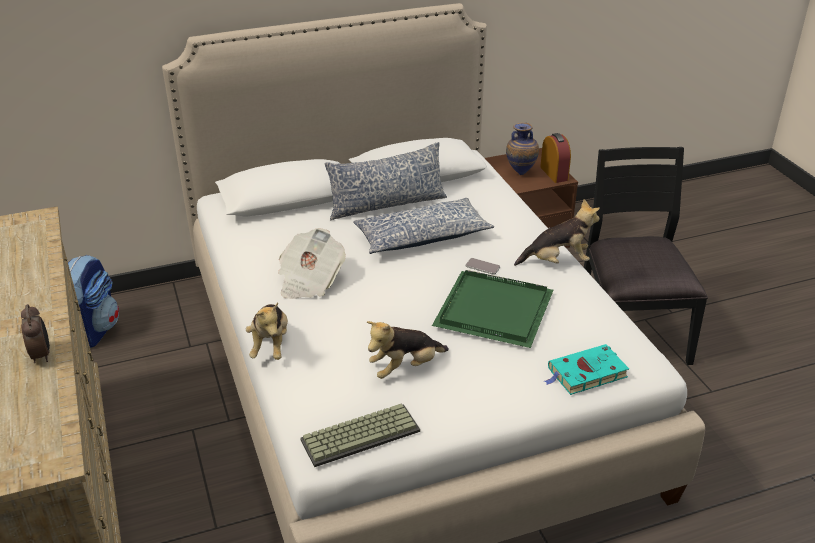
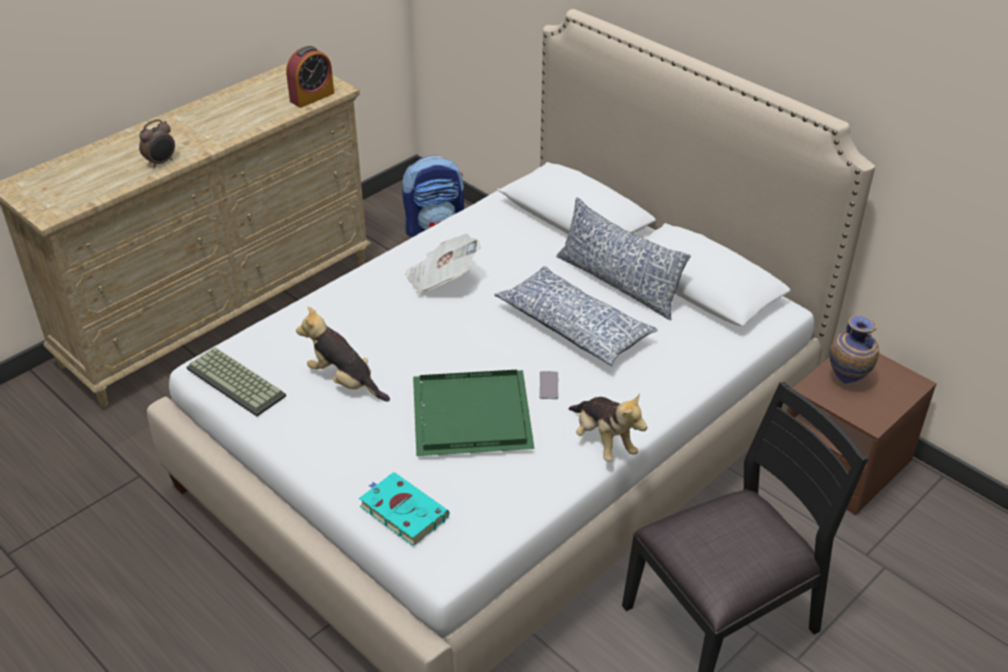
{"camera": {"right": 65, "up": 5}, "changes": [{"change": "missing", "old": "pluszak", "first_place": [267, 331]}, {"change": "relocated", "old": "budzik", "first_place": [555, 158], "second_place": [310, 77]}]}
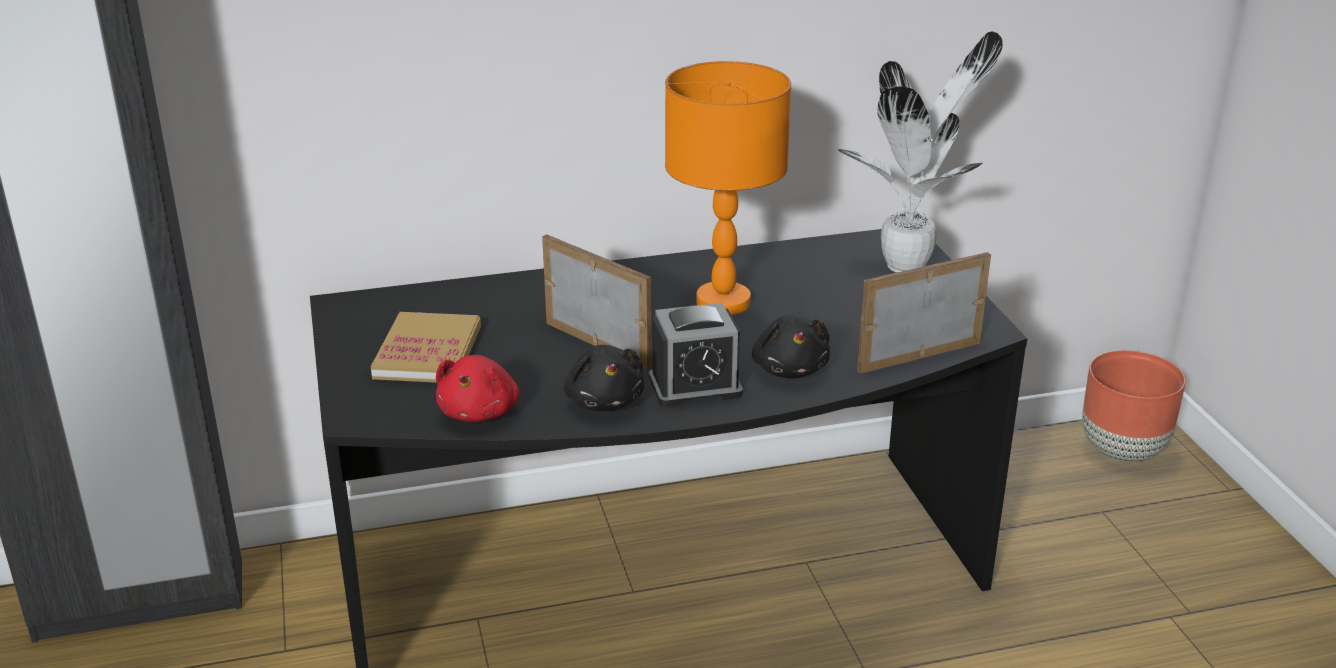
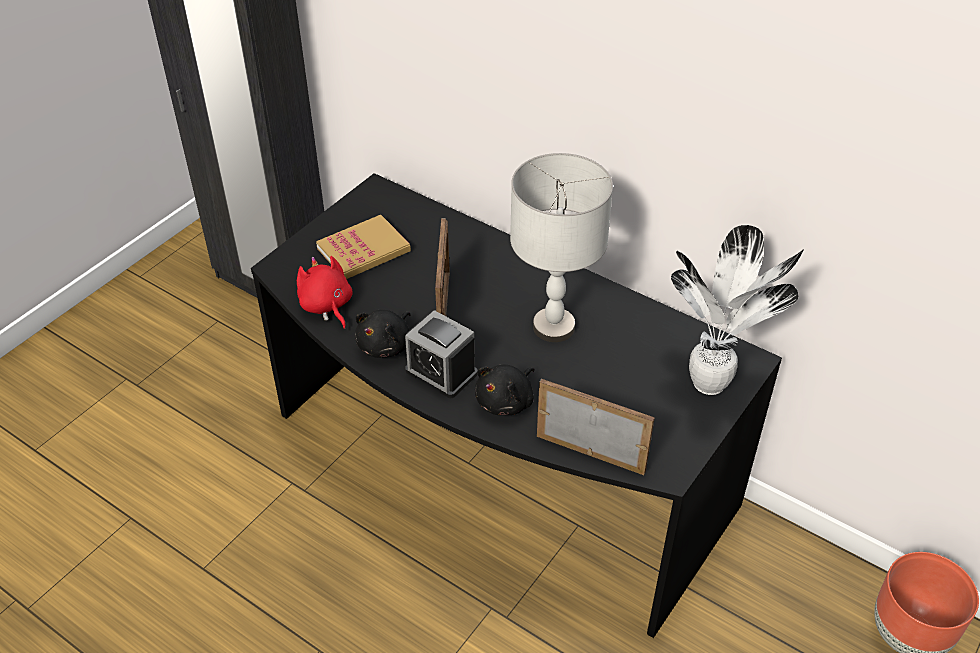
{"camera": {"right": 50, "up": 15}, "changes": [{"change": "spun", "old": "pluszak/czerwony", "first_place": [477, 388], "second_place": [325, 292], "degrees": 90}, {"change": "colour", "old": "lampa stołowa/pomarańczowy", "new": "lampa stołowa/szary", "first_place": [728, 188], "second_place": [561, 247]}]}
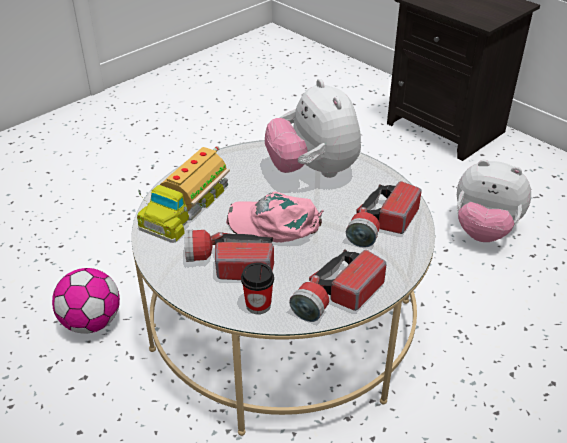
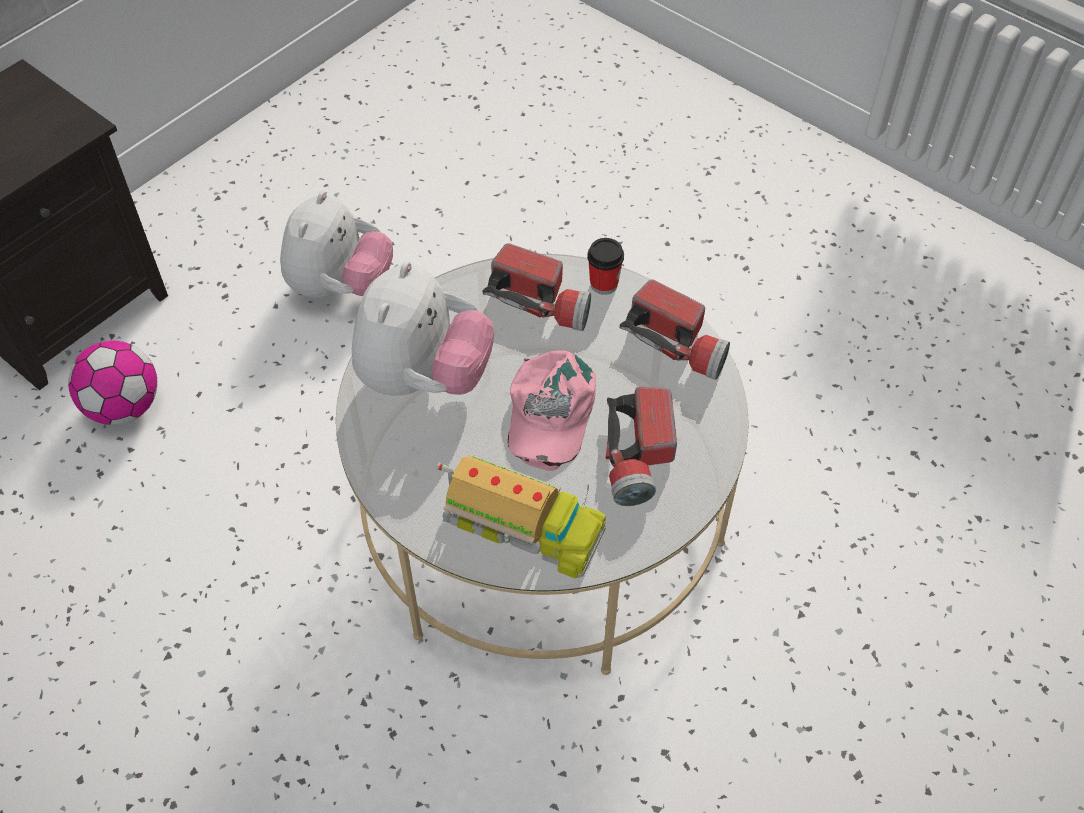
{"camera": {"right": -95, "up": 15}, "changes": [{"change": "relocated", "old": "piłka futbolowa", "first_place": [86, 301], "second_place": [112, 382]}, {"change": "relocated", "old": "filiżanka", "first_place": [257, 288], "second_place": [605, 266]}, {"change": "spun", "old": "pluszak", "first_place": [313, 128], "second_place": [423, 328], "degrees": -45}]}
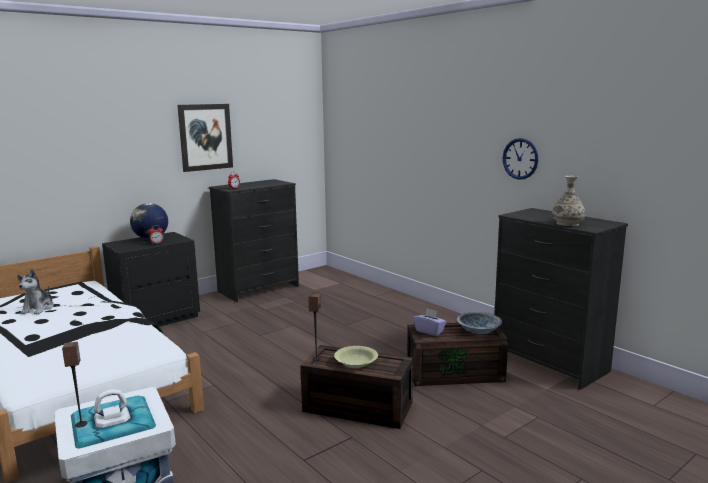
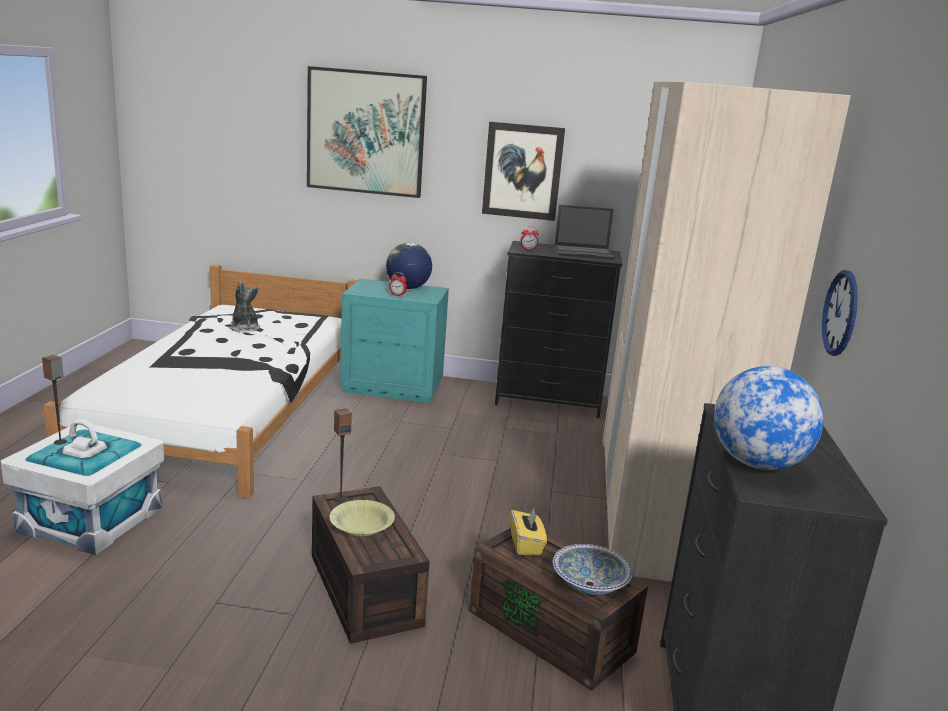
{"camera": {"right": 45, "up": 5}, "changes": [{"change": "spun", "old": "pluszak", "first_place": [35, 291], "second_place": [245, 306], "degrees": 105}, {"change": "colour", "old": "szafka nocna/czarny", "new": "szafka nocna/turkusowy", "first_place": [151, 279], "second_place": [394, 341]}, {"change": "colour", "old": "pudełko chusteczek/fioletowy", "new": "pudełko chusteczek/żółty", "first_place": [430, 322], "second_place": [528, 531]}, {"change": "exchanged", "old": "wazon", "new": "globus", "first_place": [569, 201], "second_place": [769, 418]}, {"change": "appeared", "new": "obraz", "second_place": [367, 132]}, {"change": "appeared", "new": "laptop", "second_place": [584, 232]}, {"change": "appeared", "new": "szafa/beżowy", "second_place": [727, 331]}]}
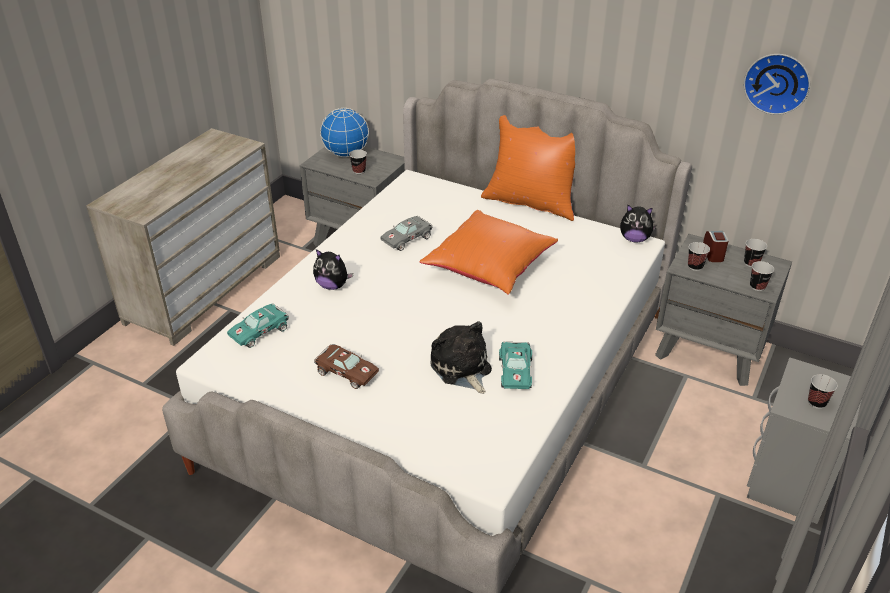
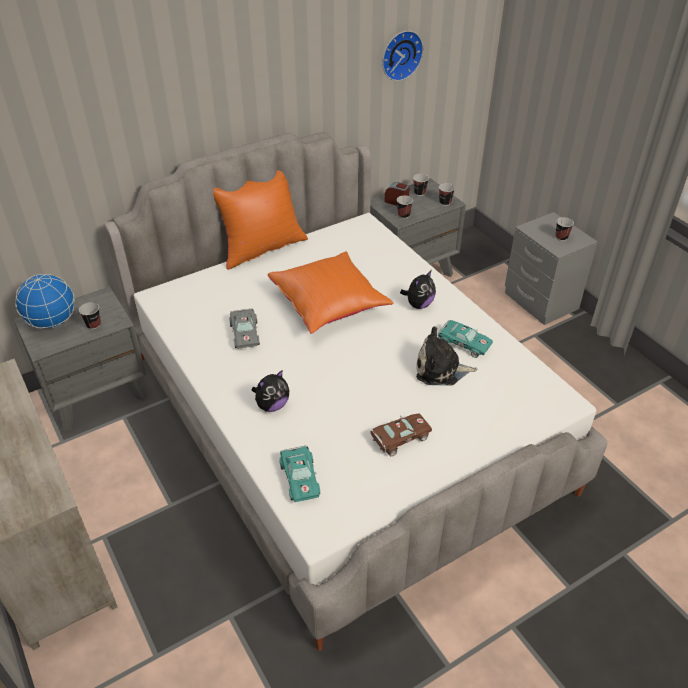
{"camera": {"right": -60, "up": 5}, "changes": [{"change": "relocated", "old": "pluszak", "first_place": [638, 224], "second_place": [418, 289]}]}
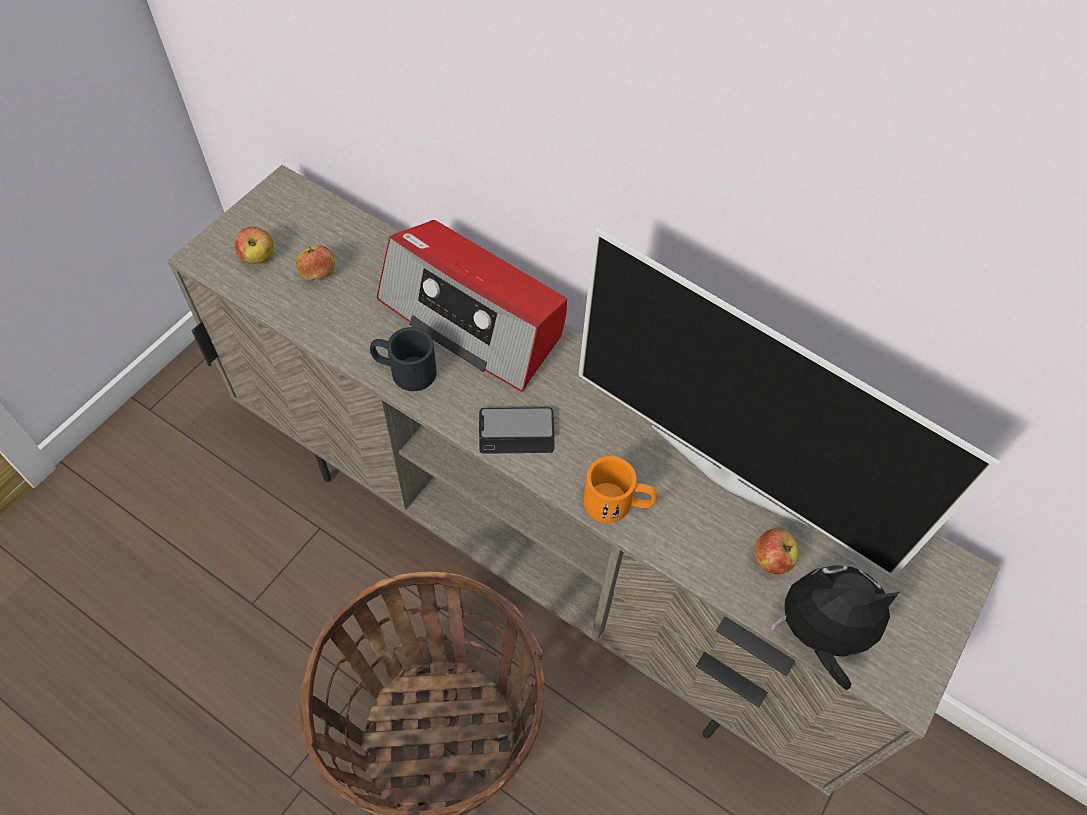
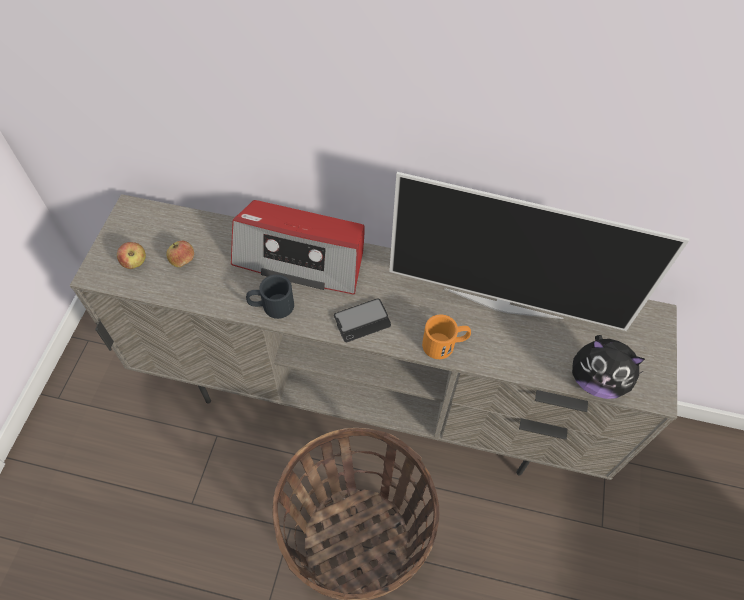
{"camera": {"right": -20, "up": 0}, "changes": [{"change": "missing", "old": "jabłko", "first_place": [776, 551]}, {"change": "spun", "old": "pluszak", "first_place": [835, 627], "second_place": [608, 367], "degrees": -150}]}
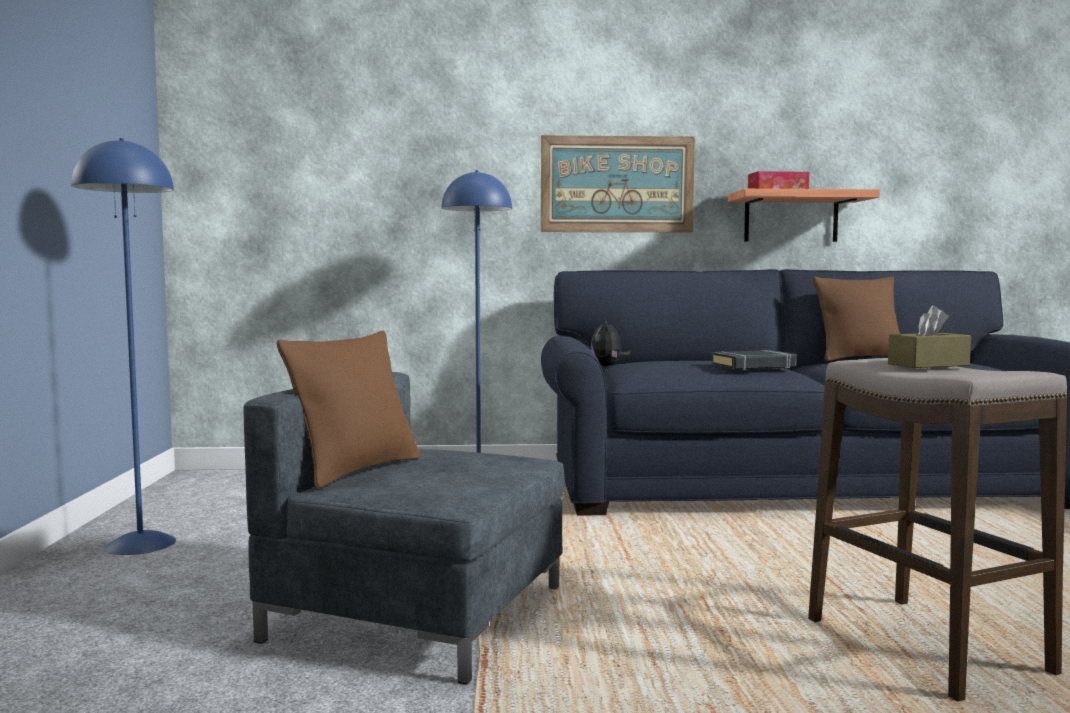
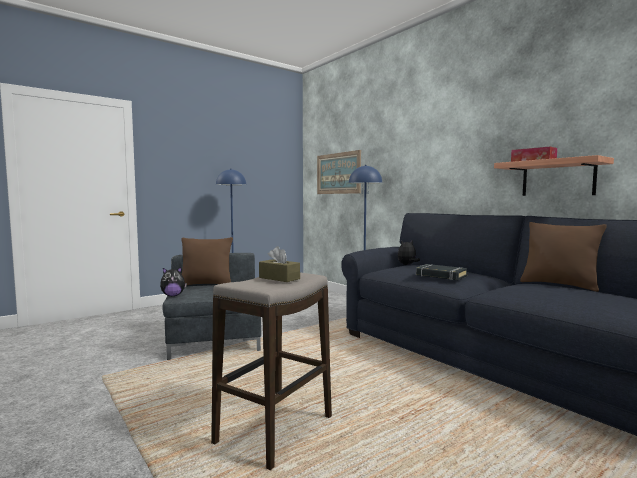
{"camera": {"right": 55, "up": 0}, "changes": [{"change": "relocated", "old": "obraz", "first_place": [618, 183], "second_place": [339, 172]}, {"change": "appeared", "new": "pluszak", "second_place": [173, 281]}]}
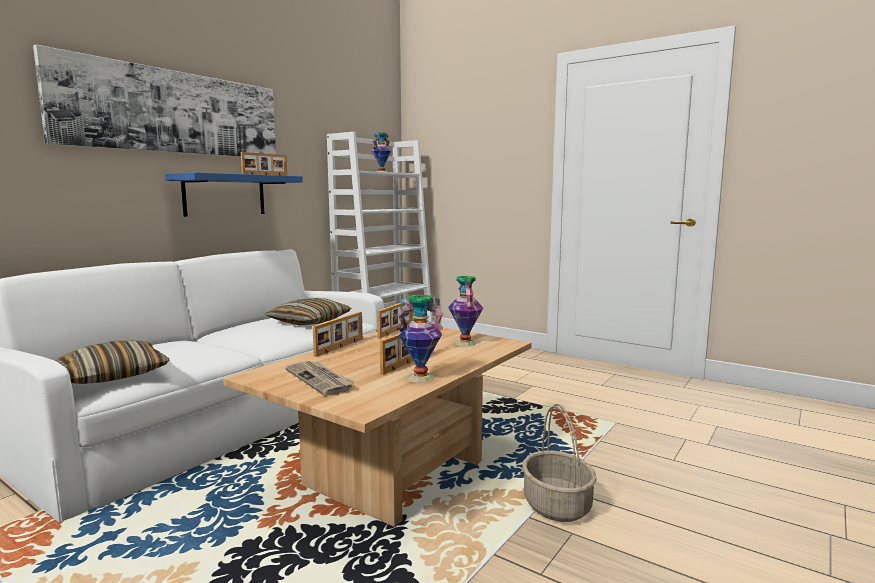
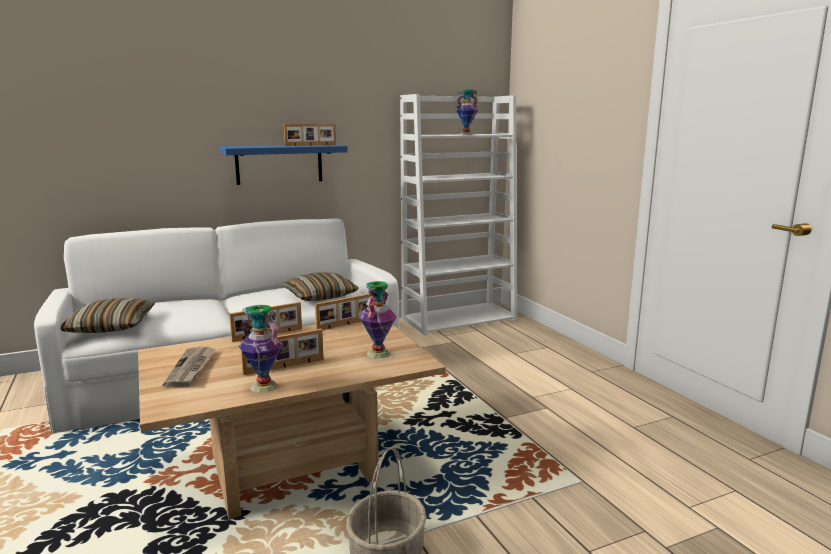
{"camera": {"right": 30, "up": 5}, "changes": [{"change": "missing", "old": "obraz", "first_place": [154, 101]}]}
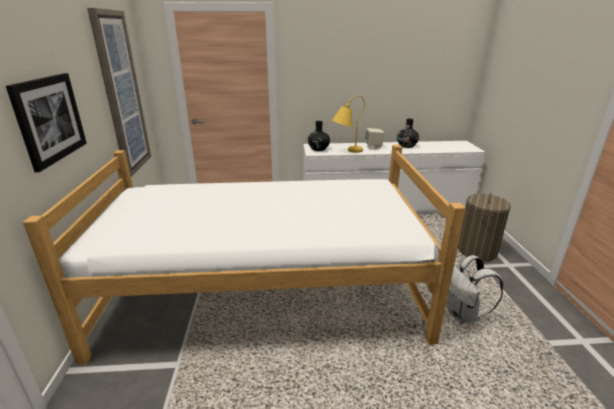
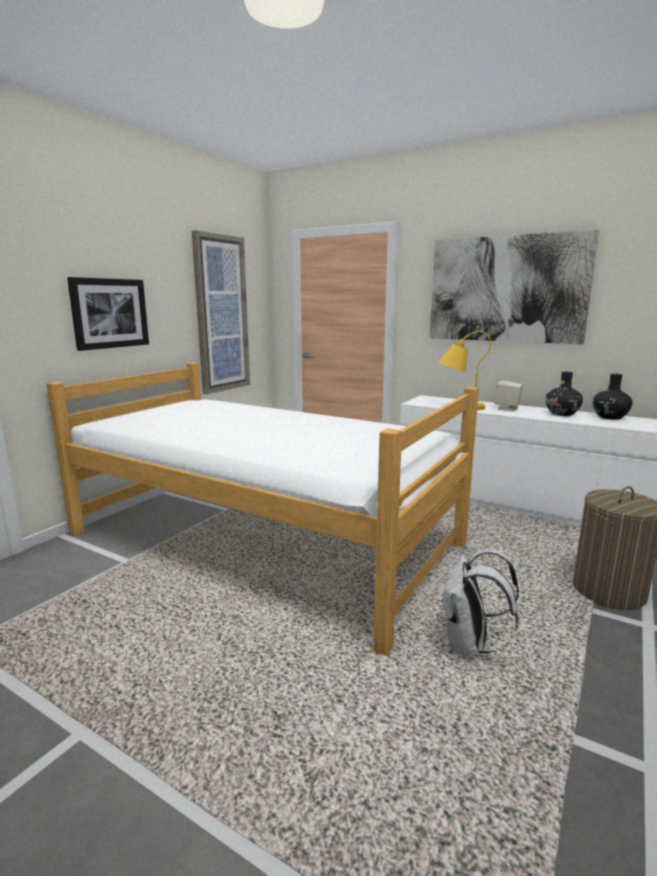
{"camera": {"right": 35, "up": -10}, "changes": [{"change": "relocated", "old": "wazon/czarny", "first_place": [319, 136], "second_place": [612, 397]}, {"change": "appeared", "new": "obraz", "second_place": [514, 287]}]}
